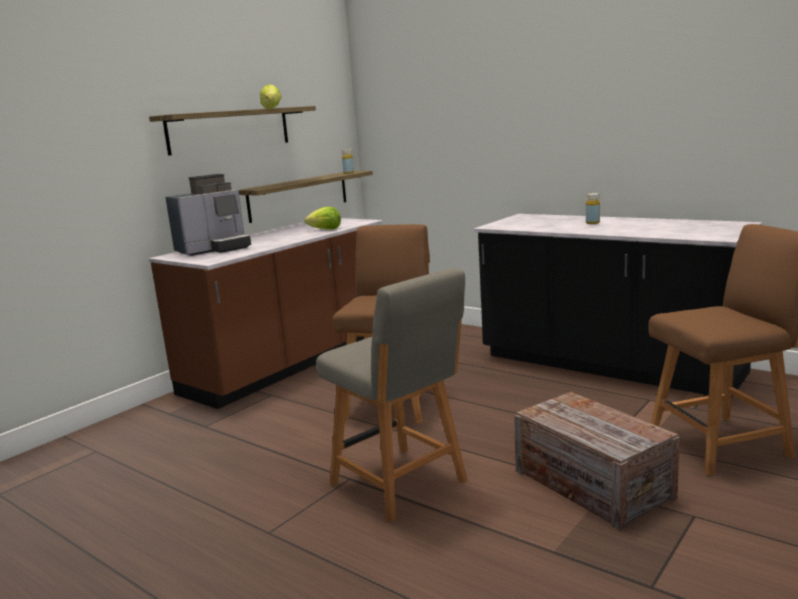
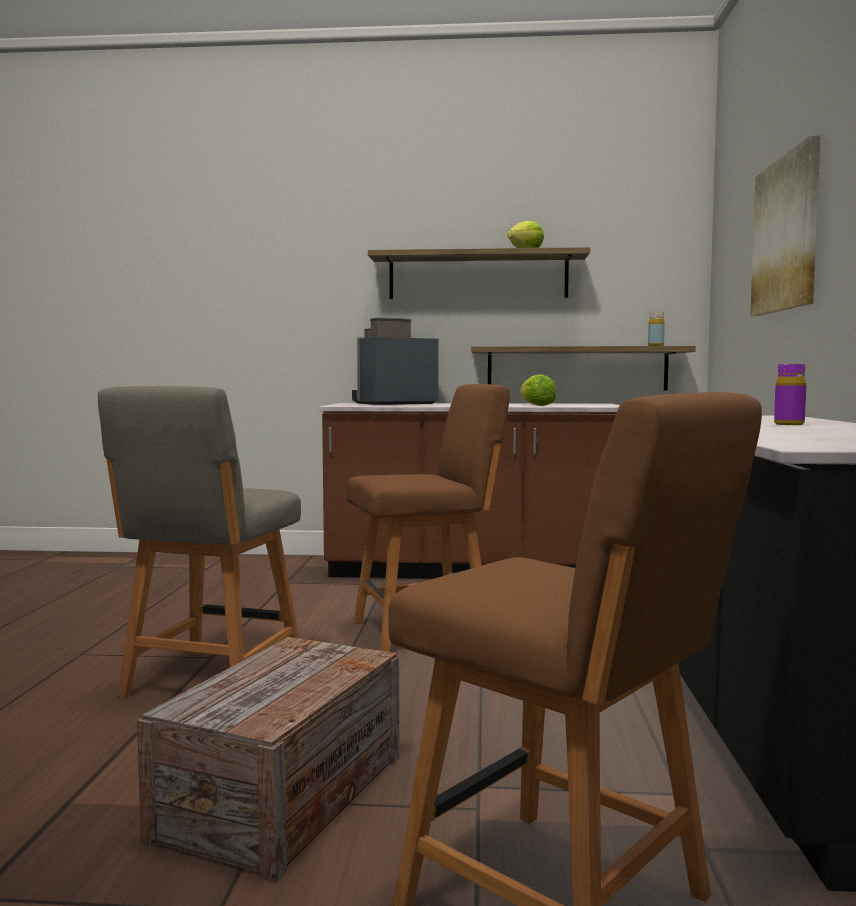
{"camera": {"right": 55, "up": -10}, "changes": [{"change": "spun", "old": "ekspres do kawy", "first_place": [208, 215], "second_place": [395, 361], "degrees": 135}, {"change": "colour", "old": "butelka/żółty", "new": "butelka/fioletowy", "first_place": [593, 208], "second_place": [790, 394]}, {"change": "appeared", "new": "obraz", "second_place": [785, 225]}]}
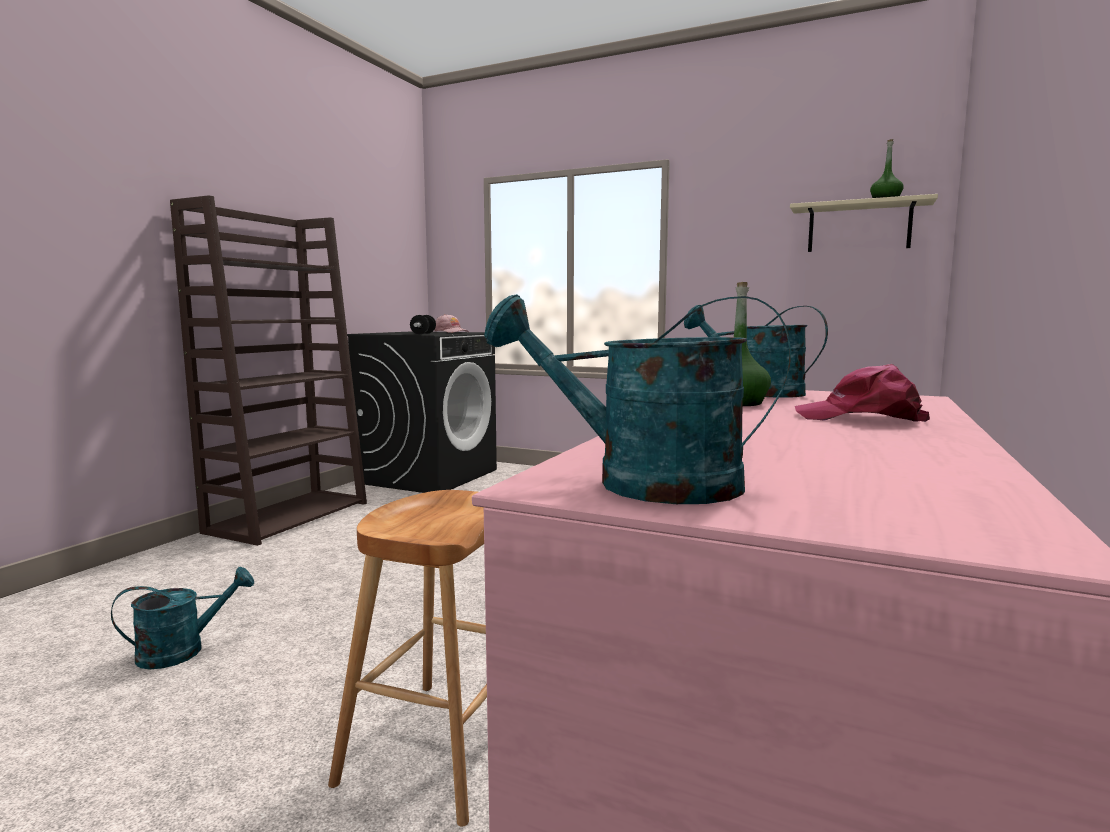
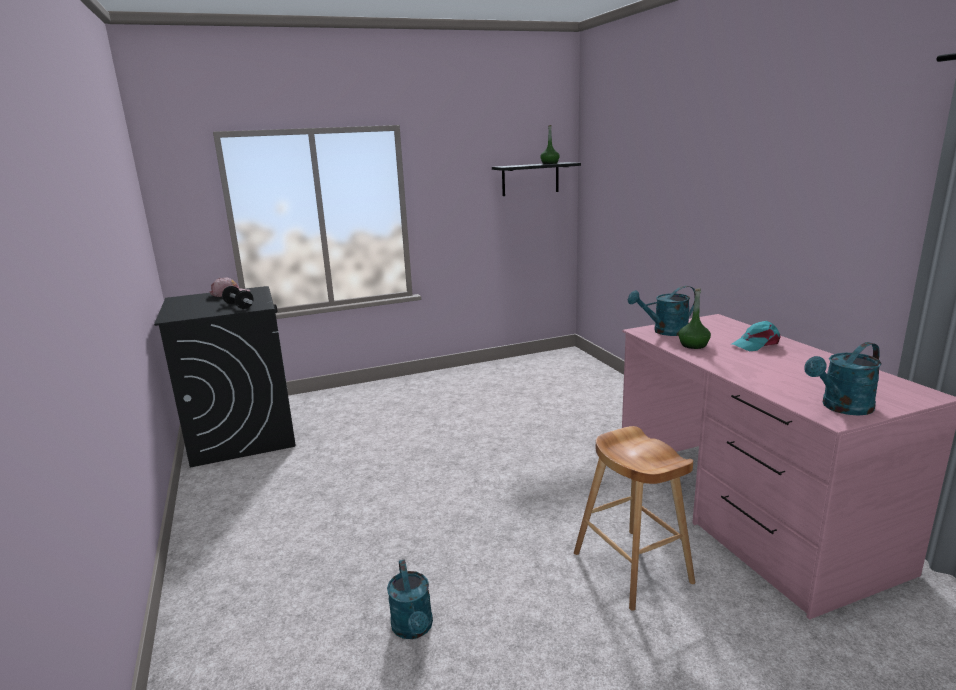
{"camera": {"right": -45, "up": 10}, "changes": [{"change": "spun", "old": "konewka/turkusowy", "first_place": [182, 618], "second_place": [410, 599], "degrees": 150}, {"change": "missing", "old": "regał/brązowy", "first_place": [268, 370]}, {"change": "colour", "old": "półka/beżowy", "new": "półka/czarny", "first_place": [864, 223], "second_place": [536, 179]}, {"change": "colour", "old": "czapka z daszkiem/różowy", "new": "czapka z daszkiem/turkusowy", "first_place": [862, 393], "second_place": [756, 336]}]}
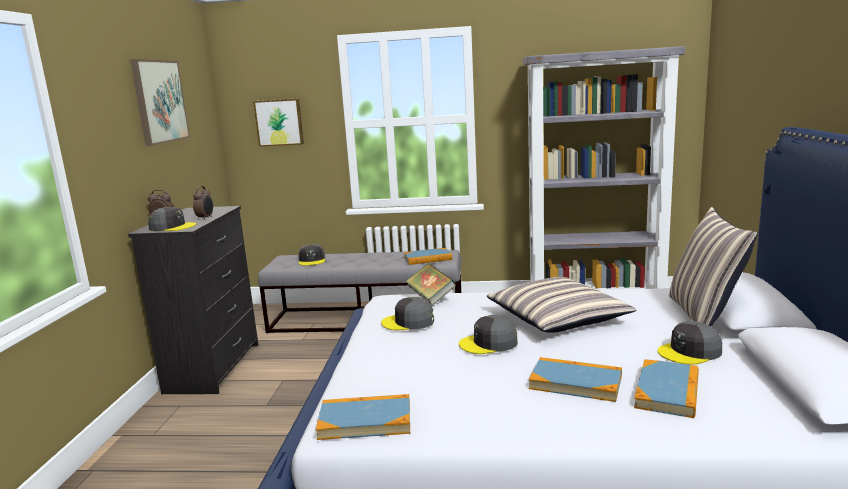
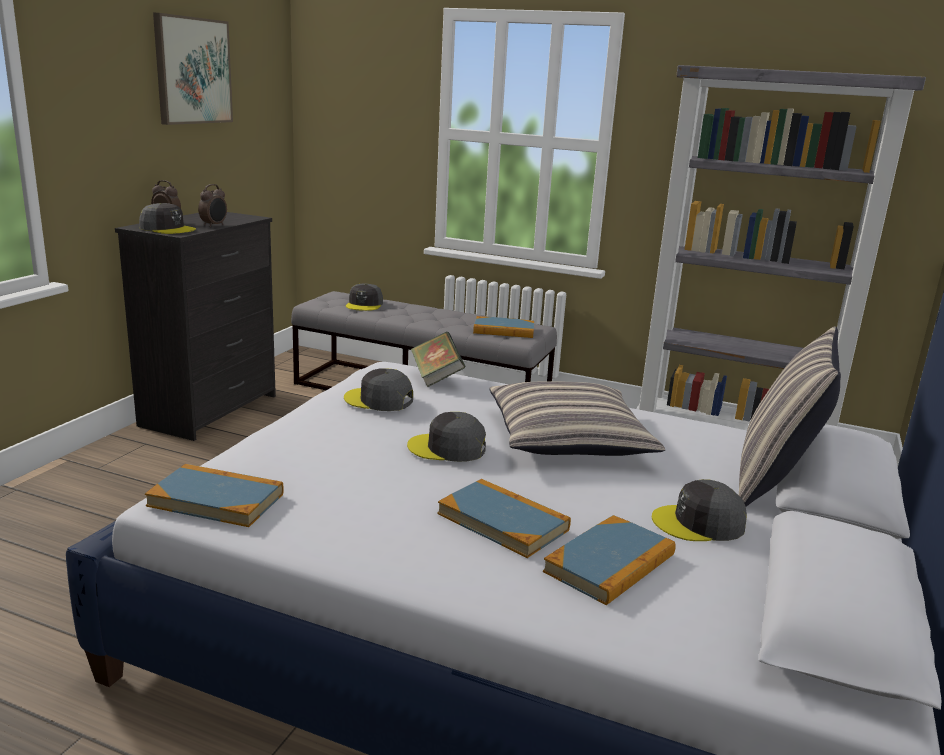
{"camera": {"right": 15, "up": 5}, "changes": [{"change": "missing", "old": "obraz", "first_place": [278, 122]}]}
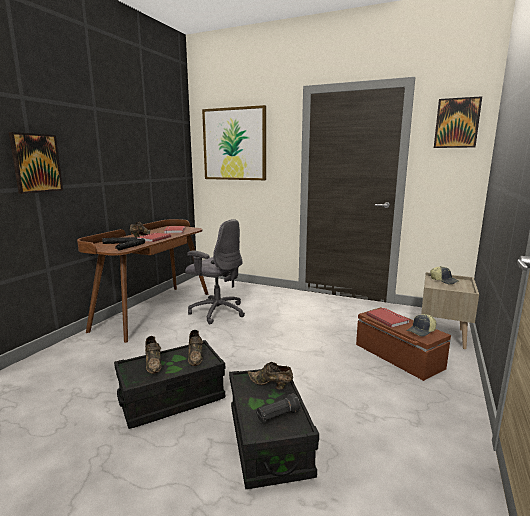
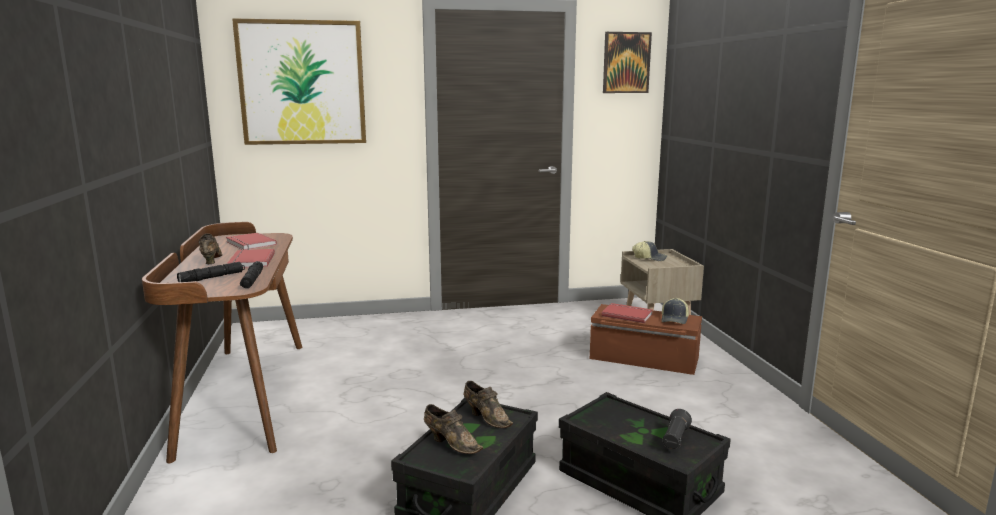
{"camera": {"right": -35, "up": 0}, "changes": [{"change": "missing", "old": "obraz", "first_place": [36, 163]}, {"change": "missing", "old": "krzesło biurowe/szary", "first_place": [215, 271]}, {"change": "missing", "old": "but/brązowy", "first_place": [270, 376]}]}
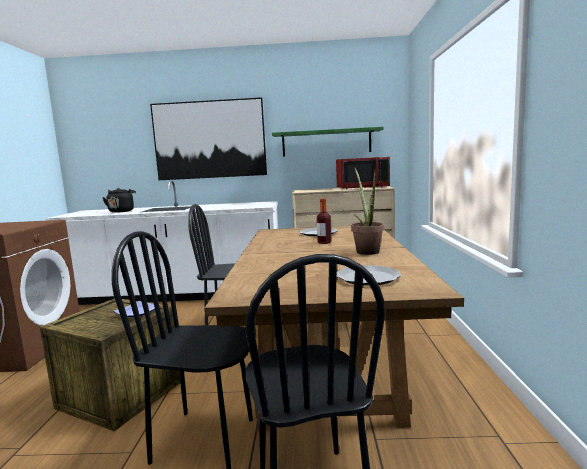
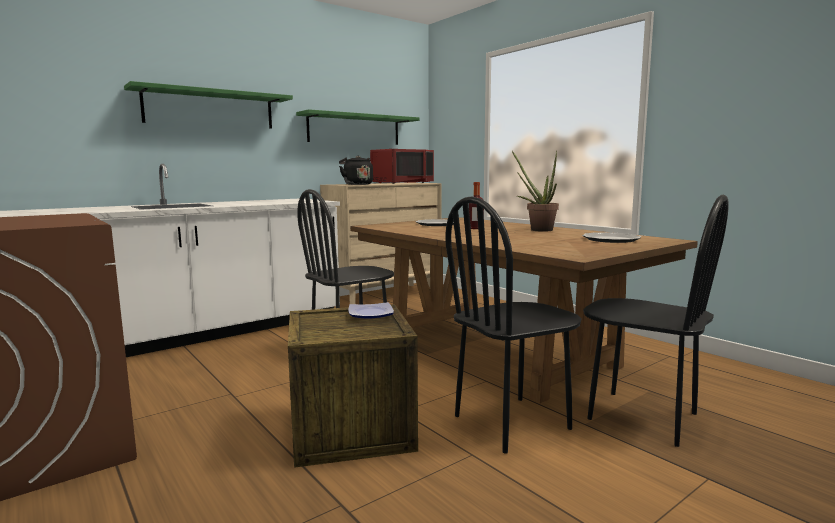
{"camera": {"right": -40, "up": 0}, "changes": [{"change": "relocated", "old": "czajnik/czarny", "first_place": [119, 200], "second_place": [356, 170]}, {"change": "exchanged", "old": "obraz", "new": "półka/zielony", "first_place": [208, 138], "second_place": [208, 105]}]}
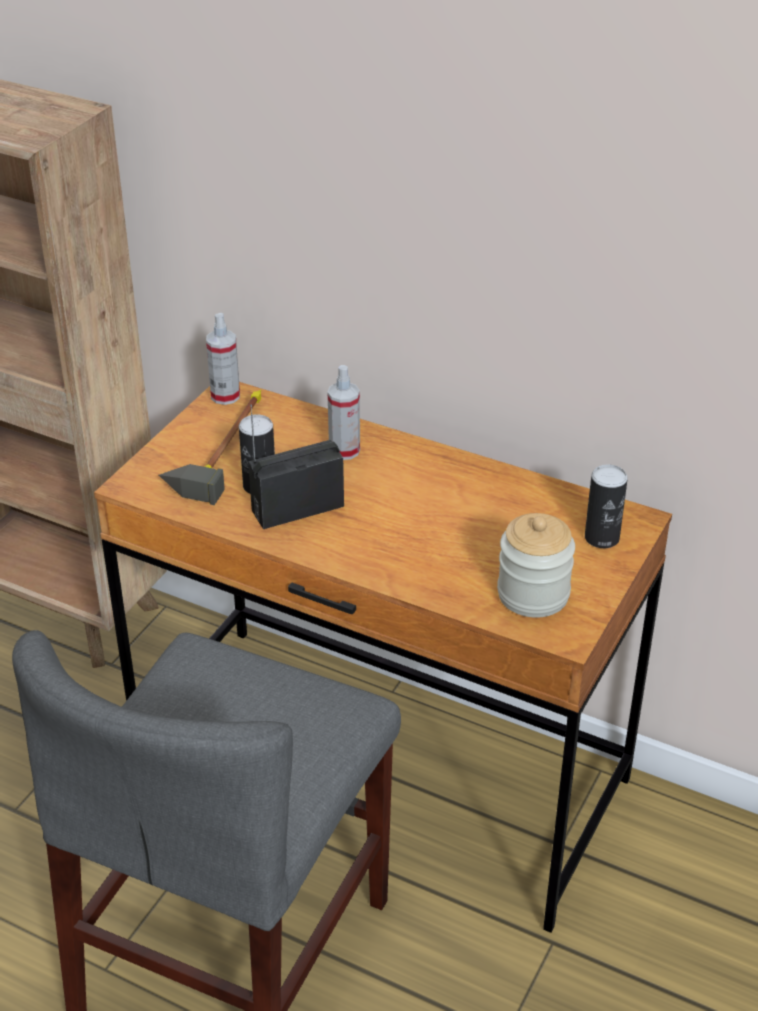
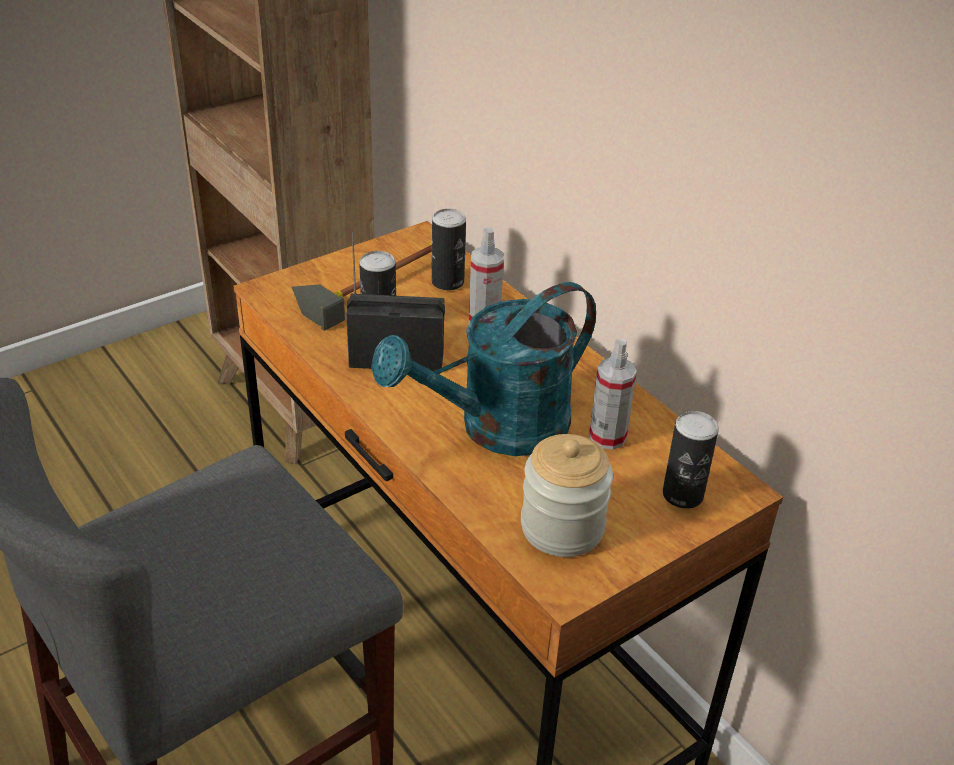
{"camera": {"right": 25, "up": 0}, "changes": [{"change": "relocated", "old": "spryskiwacz", "first_place": [223, 359], "second_place": [613, 394]}, {"change": "appeared", "new": "konewka/turkusowy", "second_place": [483, 369]}, {"change": "appeared", "new": "puszka", "second_place": [449, 249]}]}
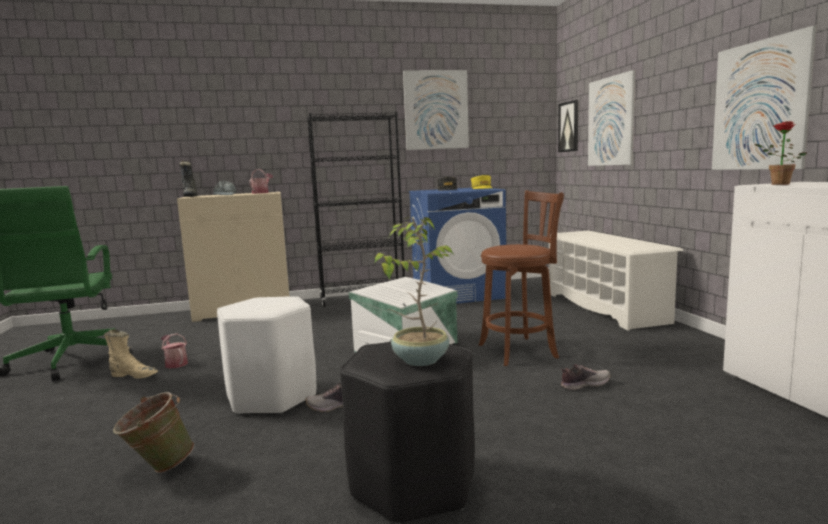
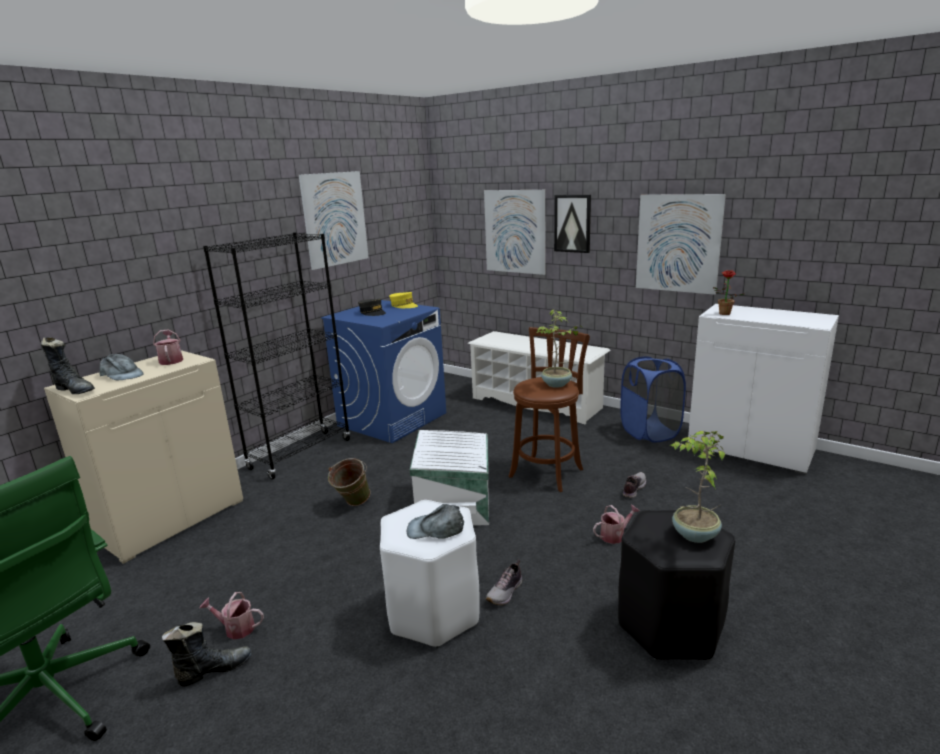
{"camera": {"right": -40, "up": 10}, "changes": [{"change": "colour", "old": "but z cholewką/beżowy", "new": "but z cholewką/czarny", "first_place": [130, 354], "second_place": [207, 654]}, {"change": "relocated", "old": "wiadro/zielony", "first_place": [153, 432], "second_place": [349, 482]}, {"change": "relocated", "old": "obraz", "first_place": [568, 126], "second_place": [572, 224]}, {"change": "appeared", "new": "czapka z daszkiem/szary", "second_place": [435, 521]}, {"change": "appeared", "new": "roślina doniczkowa", "second_place": [560, 349]}, {"change": "appeared", "new": "konewka", "second_place": [616, 524]}, {"change": "appeared", "new": "kosz na pranie/niebieski", "second_place": [653, 399]}]}
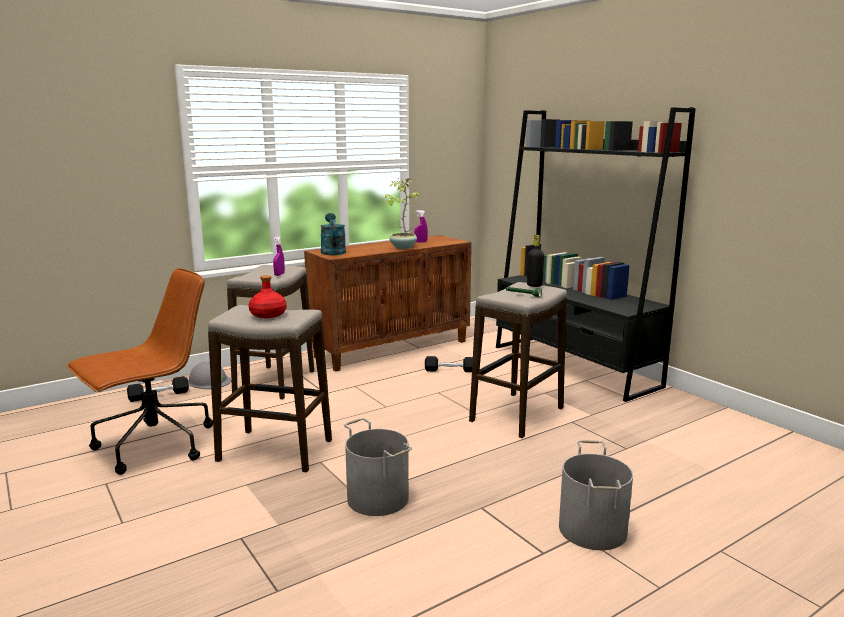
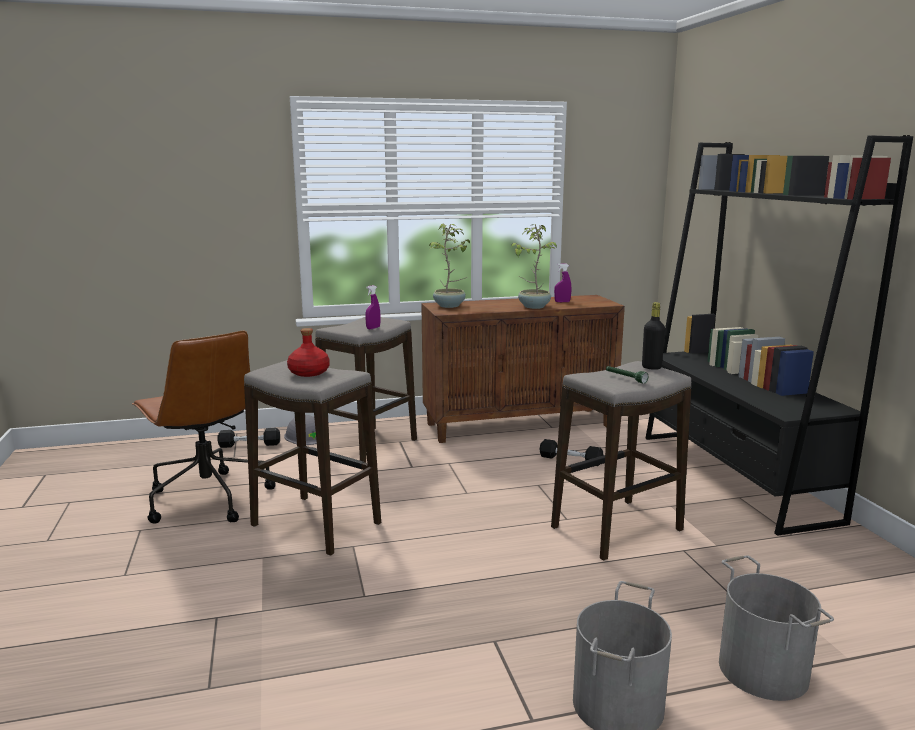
{"camera": {"right": 20, "up": 0}, "changes": [{"change": "spun", "old": "krzesło biurowe/brązowy", "first_place": [140, 371], "second_place": [204, 427], "degrees": 75}, {"change": "exchanged", "old": "konewka/turkusowy", "new": "roślina doniczkowa", "first_place": [333, 234], "second_place": [449, 266]}, {"change": "relocated", "old": "wiadro/szary", "first_place": [378, 467], "second_place": [776, 628]}]}
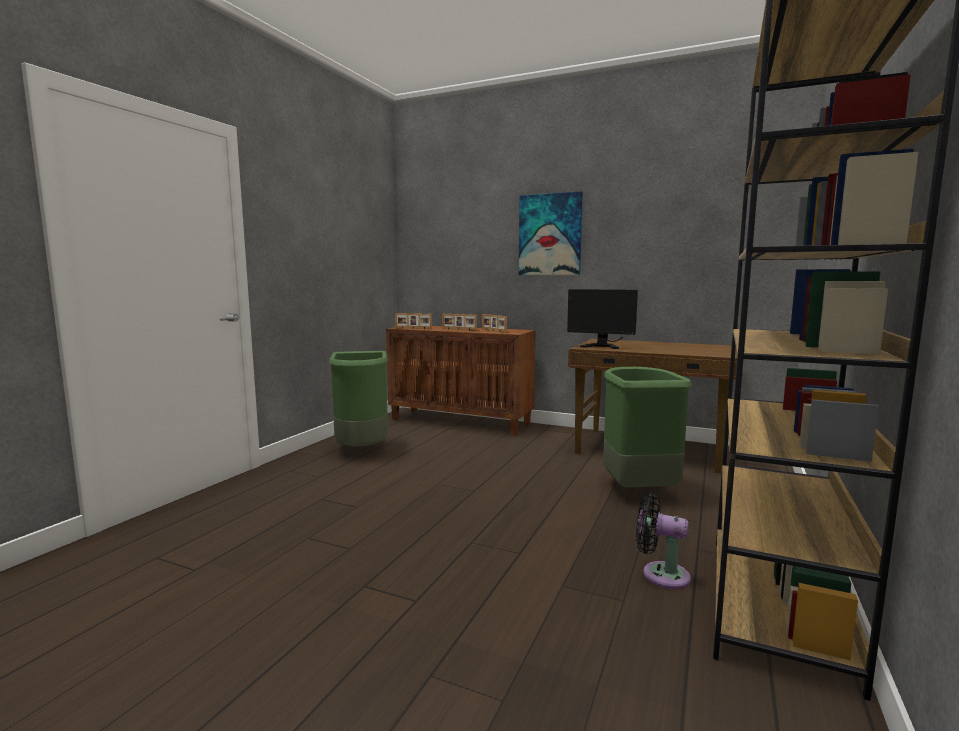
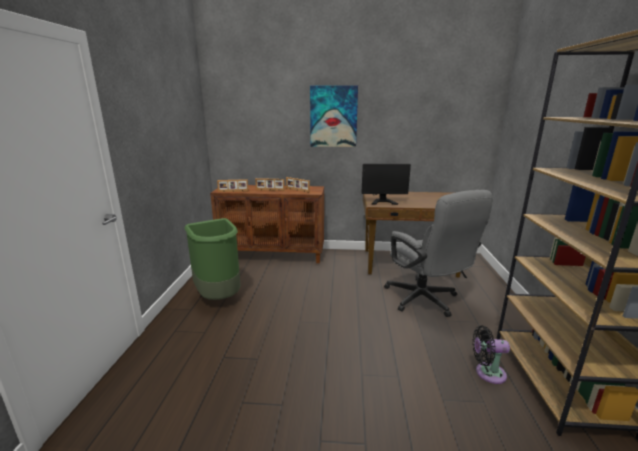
{"camera": {"right": -20, "up": 10}, "changes": [{"change": "exchanged", "old": "kosz na śmieci/zielony", "new": "krzesło biurowe/szary", "first_place": [647, 427], "second_place": [438, 253]}]}
